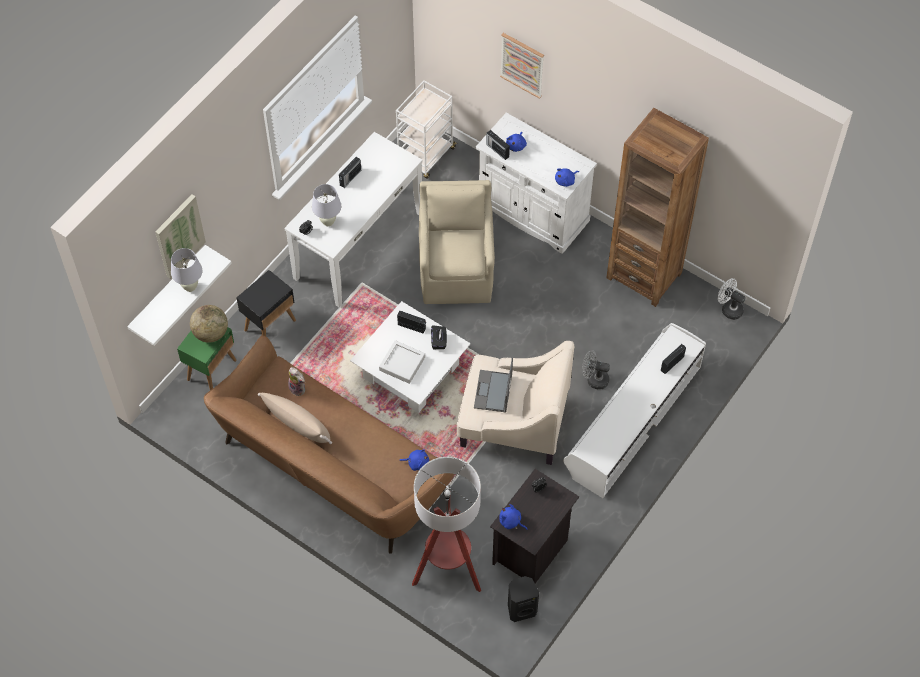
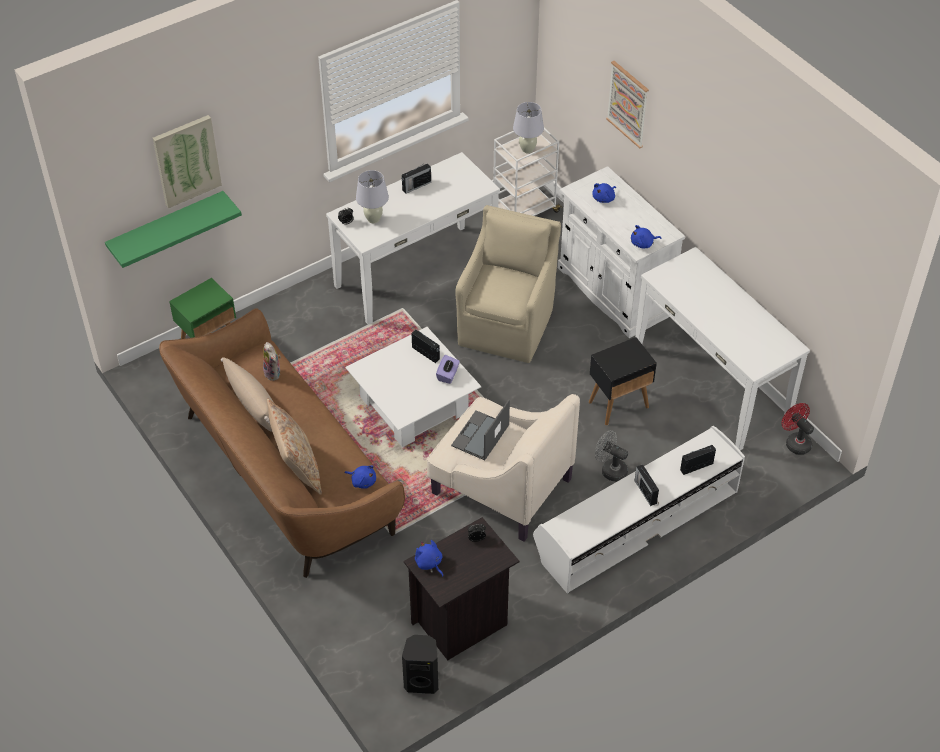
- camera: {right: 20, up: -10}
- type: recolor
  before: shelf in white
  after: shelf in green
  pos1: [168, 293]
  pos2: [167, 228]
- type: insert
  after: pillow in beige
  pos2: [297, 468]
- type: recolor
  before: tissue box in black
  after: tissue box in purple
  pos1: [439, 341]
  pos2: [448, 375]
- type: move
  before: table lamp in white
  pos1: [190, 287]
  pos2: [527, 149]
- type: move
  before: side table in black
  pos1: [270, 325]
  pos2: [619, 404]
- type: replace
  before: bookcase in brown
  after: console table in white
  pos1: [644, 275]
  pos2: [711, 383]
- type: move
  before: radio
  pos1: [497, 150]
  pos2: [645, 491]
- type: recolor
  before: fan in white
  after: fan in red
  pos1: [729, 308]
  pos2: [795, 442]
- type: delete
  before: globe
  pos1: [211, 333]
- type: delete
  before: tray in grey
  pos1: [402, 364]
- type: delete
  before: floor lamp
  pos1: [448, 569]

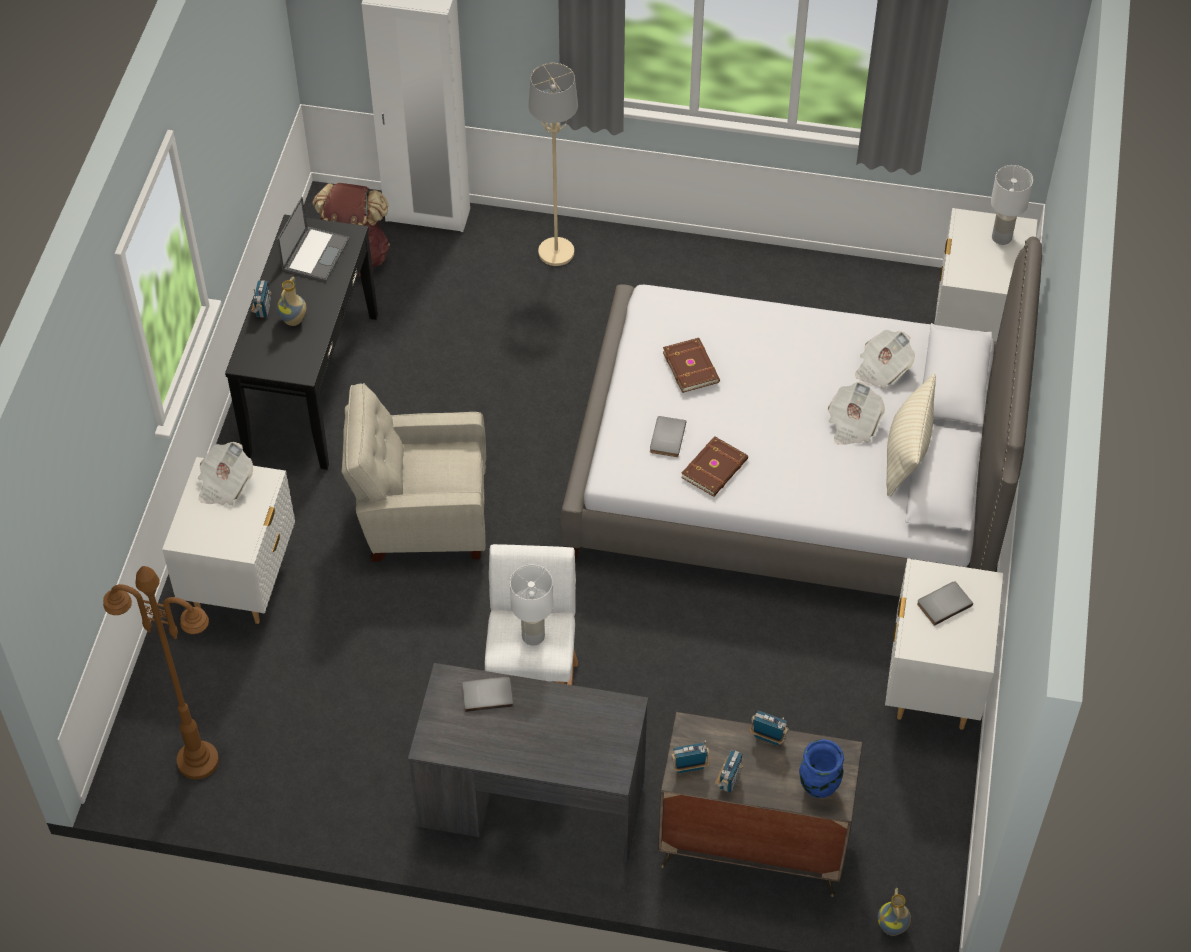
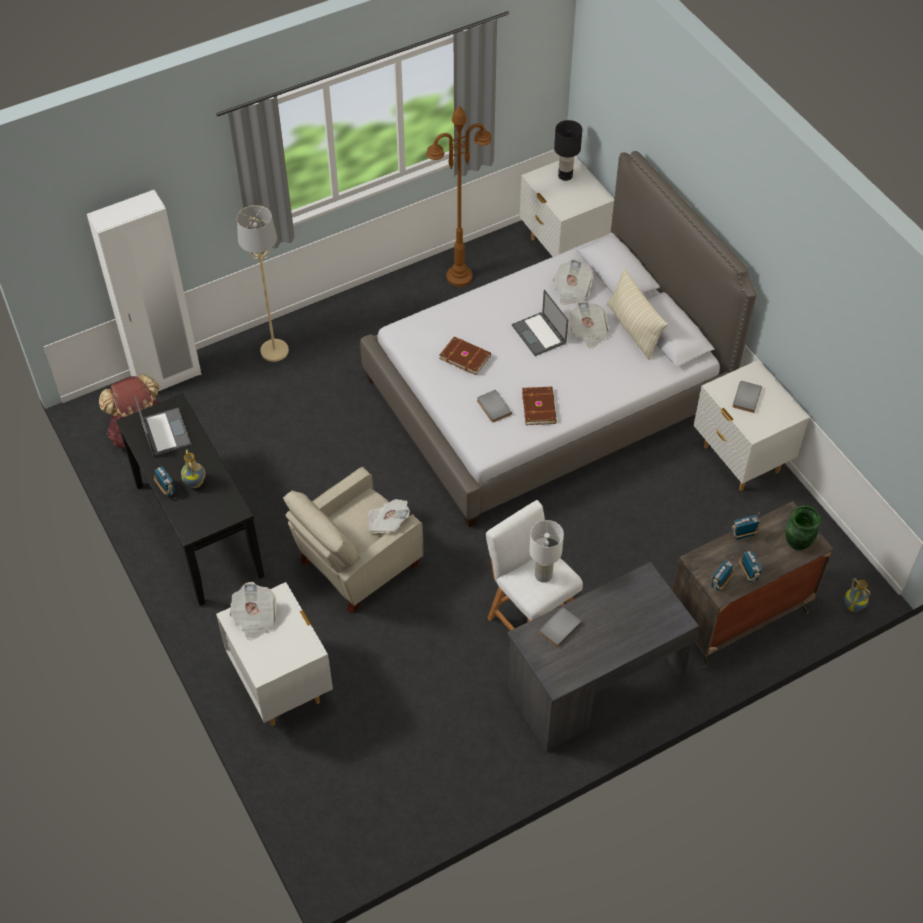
- camera: {right: -40, up: 0}
- type: insert
  after: newspaper
  pos2: [387, 523]
- type: move
  before: floor lamp in brown
  pos1: [197, 761]
  pos2: [459, 277]
- type: insert
  after: laptop
  pos2: [539, 334]
- type: recolor
  before: table lamp in white
  after: table lamp in black
  pos1: [1002, 237]
  pos2: [565, 176]
- type: recolor
  before: vase in blue
  after: vase in green
  pos1: [818, 787]
  pos2: [797, 543]

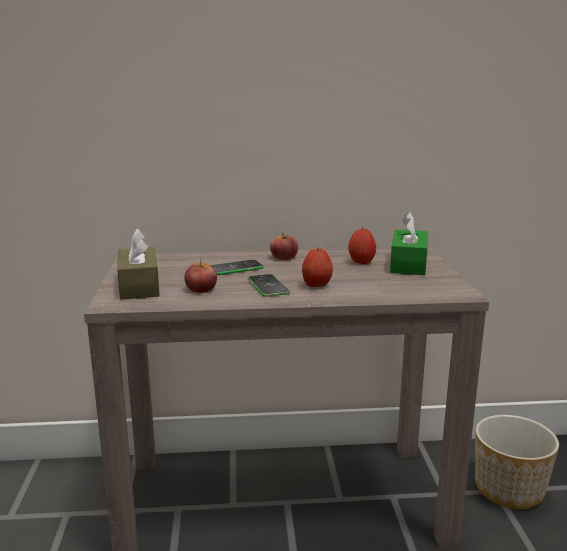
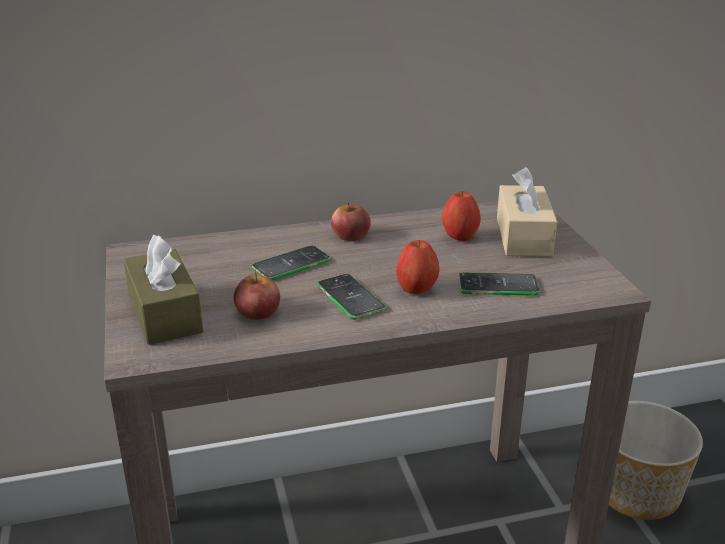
- camera: {right: -10, up: 10}
- type: insert
  after: phone
  pos2: [498, 286]
- type: recolor
  before: tissue box in green
  after: tissue box in beige
  pos1: [408, 264]
  pos2: [523, 236]

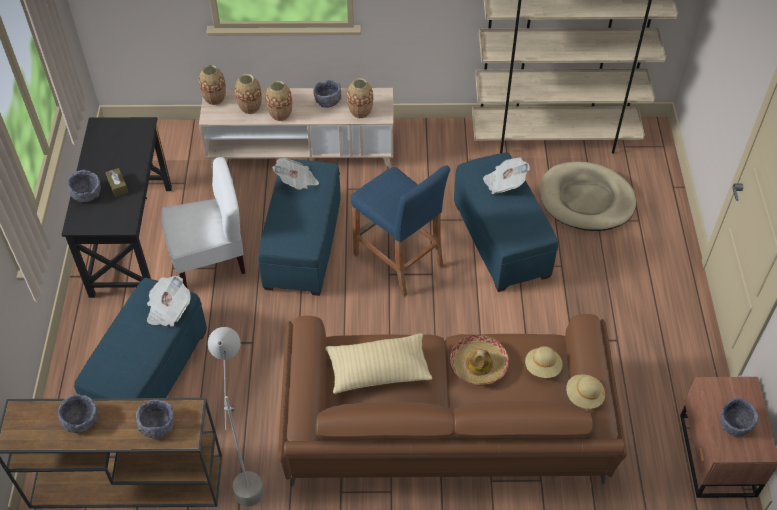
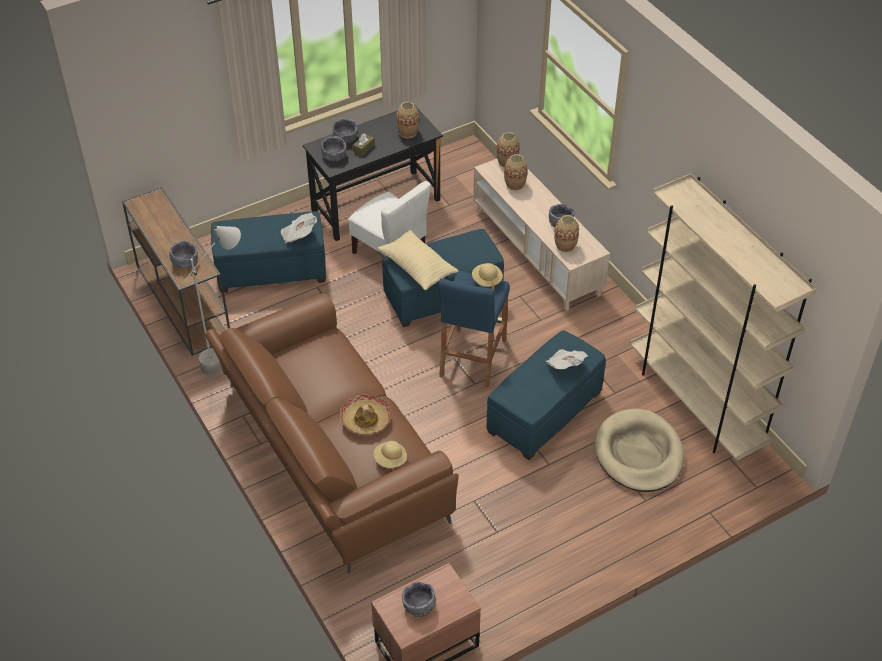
- camera: {right: 60, up: -5}
- type: move
  before: bowl in grey
  pos1: [81, 420]
  pos2: [334, 156]
- type: move
  before: pillow in beige
  pos1: [378, 370]
  pos2: [417, 267]
- type: move
  before: vase
  pos1: [280, 114]
  pos2: [408, 132]
- type: move
  before: hat in beige
  pos1: [584, 396]
  pos2: [487, 280]
- type: delete
  before: newspaper
  pos1: [297, 182]

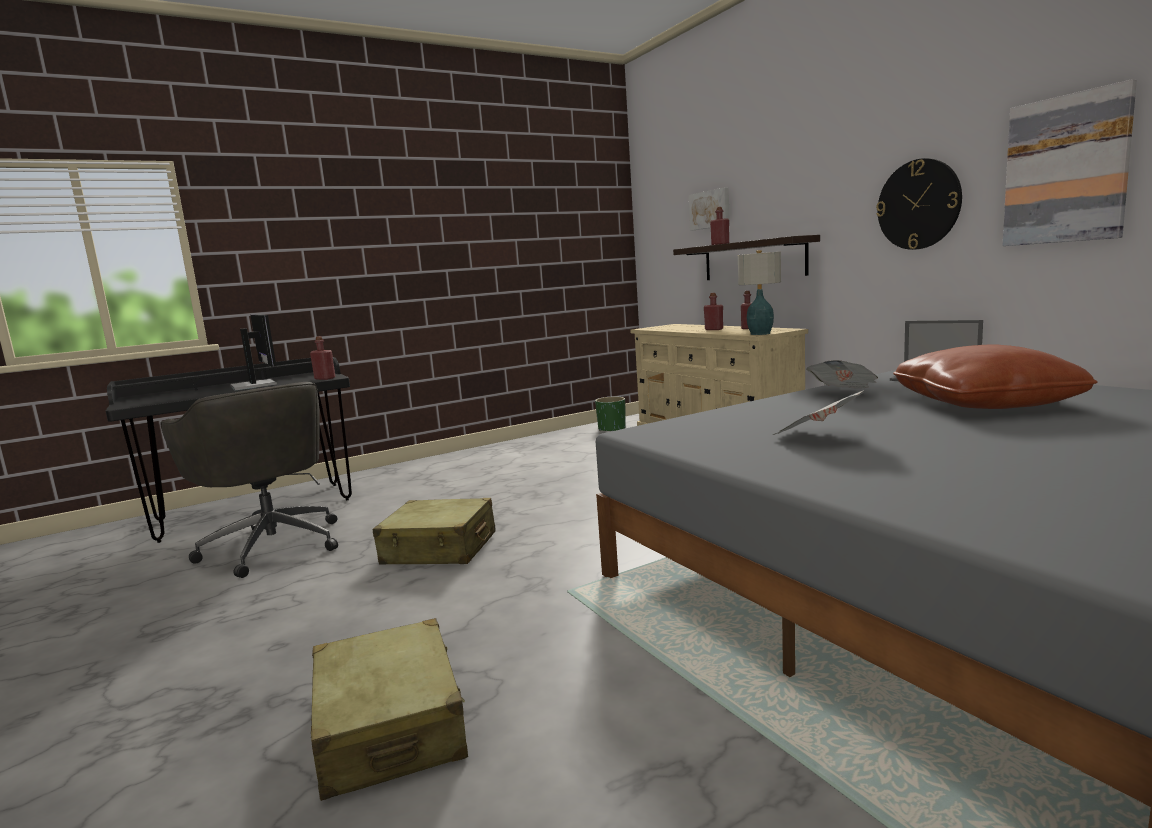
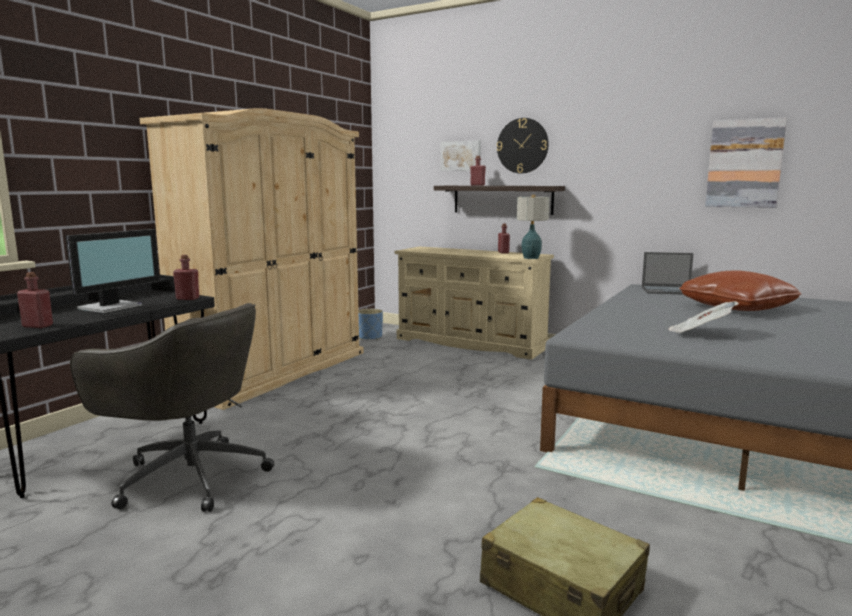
- camera: {right: -30, up: 0}
- type: move
  before: bottle in red
  pos1: [714, 329]
  pos2: [37, 326]
- type: rotate
  before: monitor
  pos1: [256, 385]
  pos2: [112, 307]
  turn: 90
- type: insert
  after: wardrobe in beige
  pos2: [274, 371]
- type: recolor
  before: planter in green
  after: planter in blue
  pos1: [612, 429]
  pos2: [370, 337]
- type: move
  before: wall clock
  pos1: [918, 204]
  pos2: [522, 145]
- type: delete
  before: suitcase in beige
  pos1: [439, 549]
- type: delete
  before: newspaper
  pos1: [843, 394]

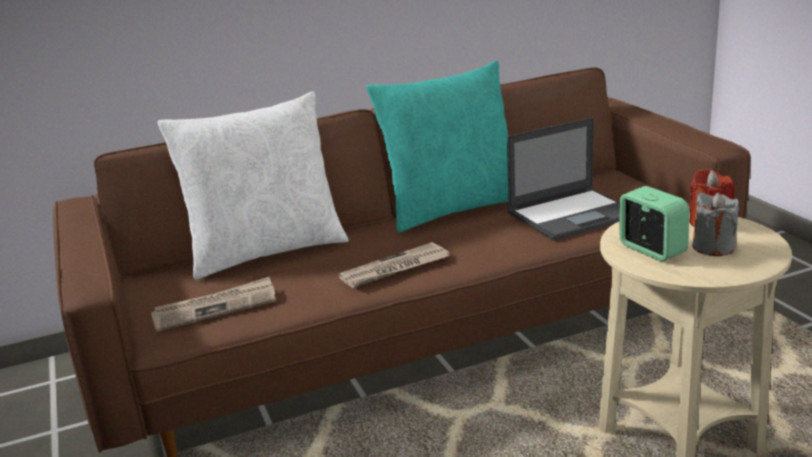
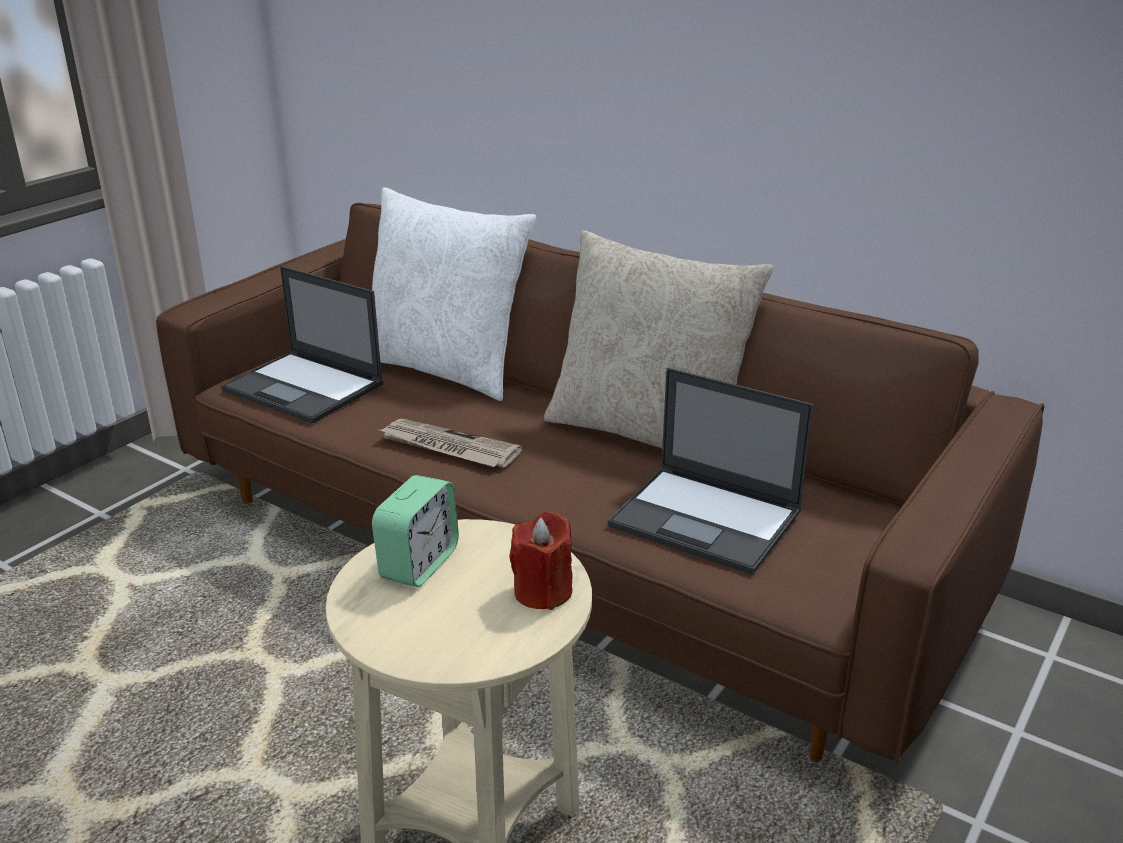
- camera: {right: 55, up: 5}
- type: replace
  before: newspaper
  after: laptop
  pos1: [215, 307]
  pos2: [305, 388]
- type: recolor
  before: pillow in turquoise
  after: pillow in beige
  pos1: [452, 208]
  pos2: [647, 432]
- type: delete
  before: candle in grey
  pos1: [713, 247]

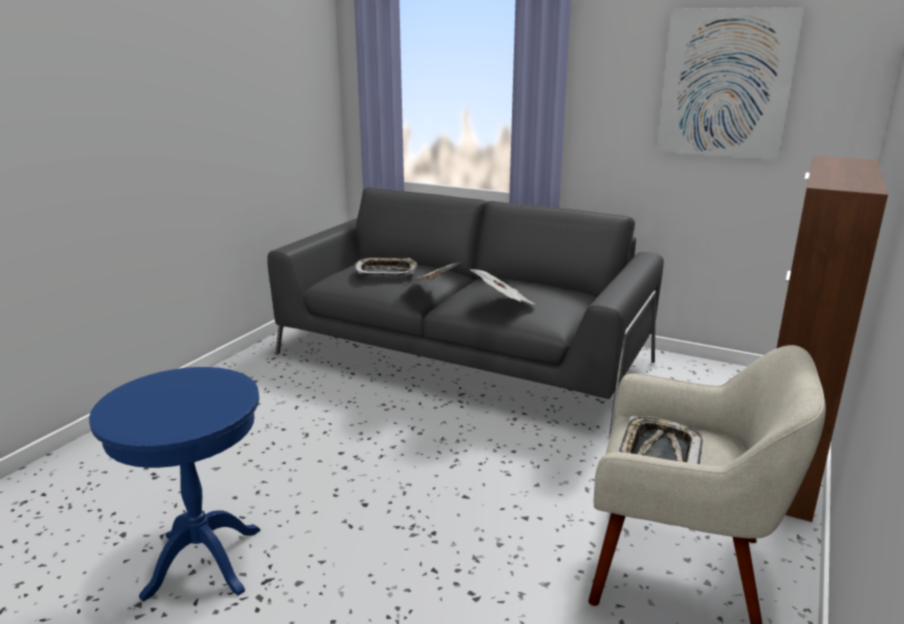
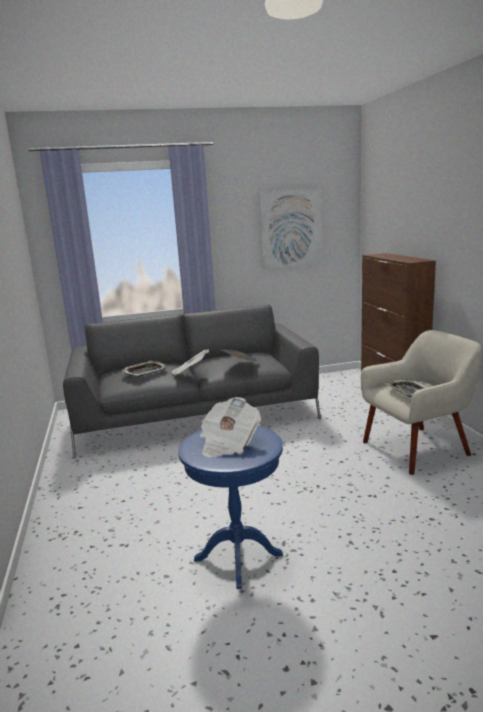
- camera: {right: -40, up: -5}
- type: insert
  after: newspaper
  pos2: [228, 443]

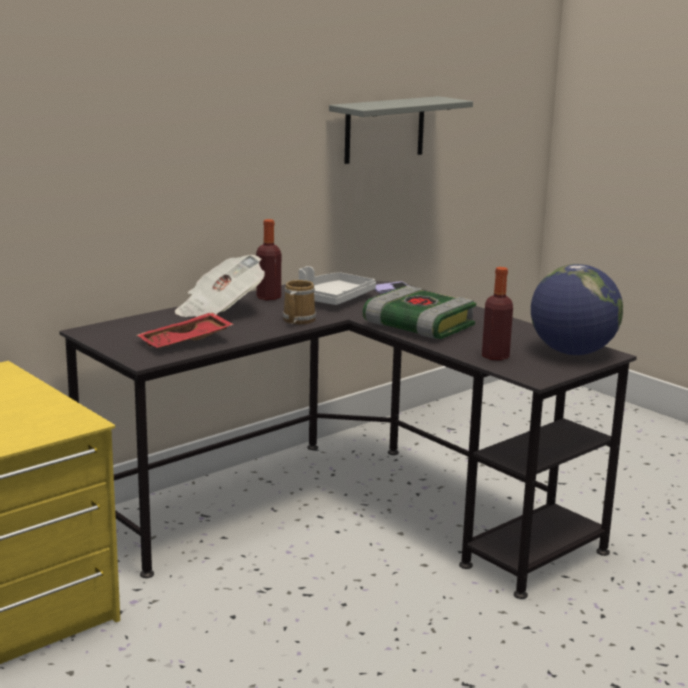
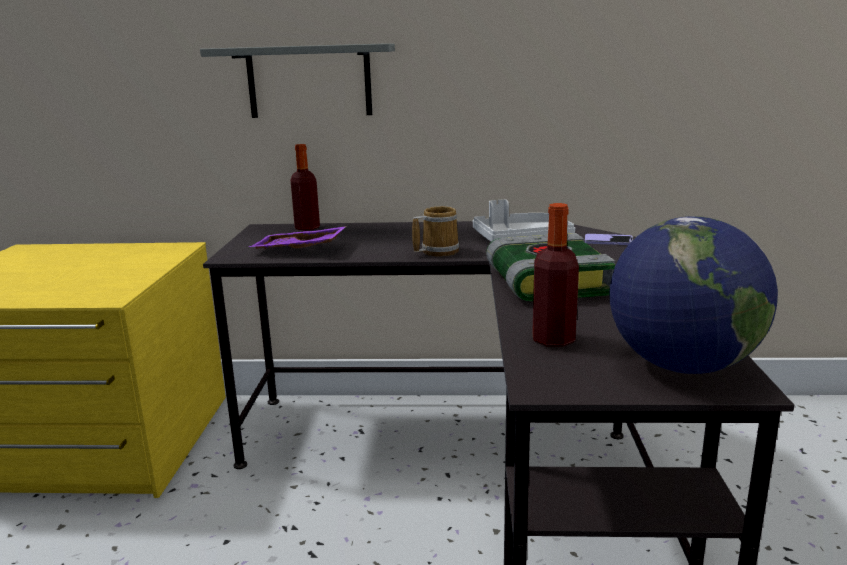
- camera: {right: 45, up: 0}
- type: move
  before: shelf in grey
  pos1: [384, 129]
  pos2: [309, 81]
- type: recolor
  before: tray in red
  after: tray in purple
  pos1: [186, 342]
  pos2: [299, 250]
- type: move
  before: bottle
  pos1: [268, 297]
  pos2: [307, 228]
- type: delete
  before: newspaper
  pos1: [219, 310]

